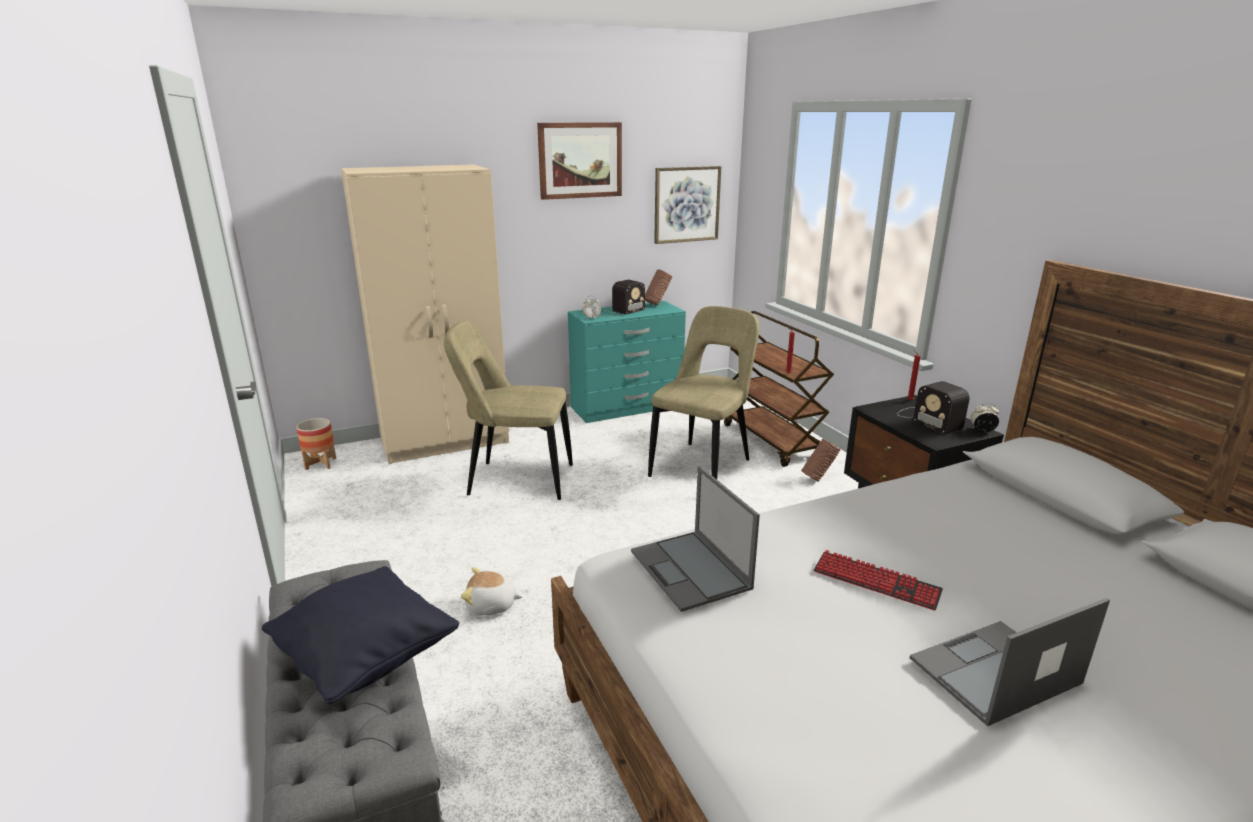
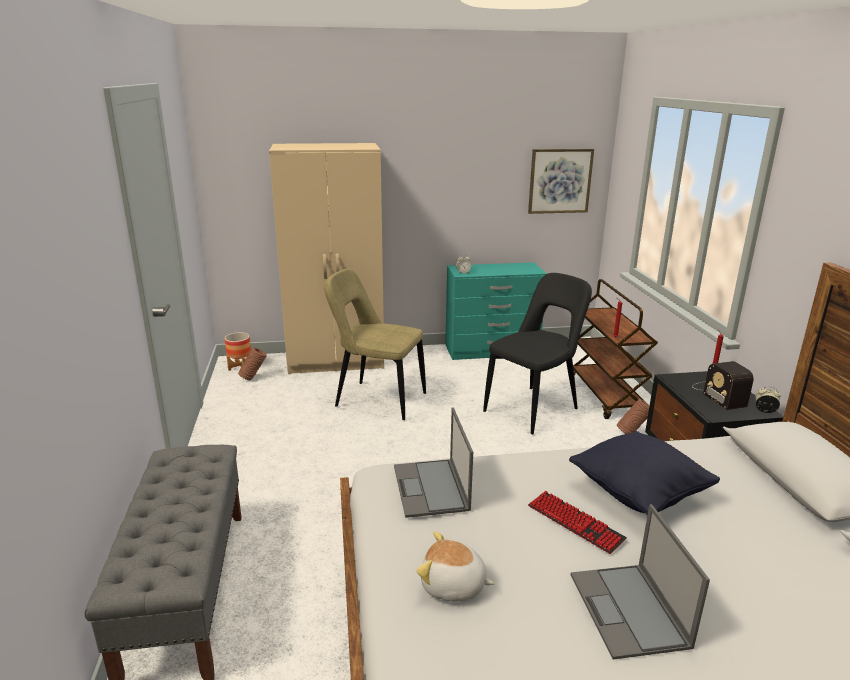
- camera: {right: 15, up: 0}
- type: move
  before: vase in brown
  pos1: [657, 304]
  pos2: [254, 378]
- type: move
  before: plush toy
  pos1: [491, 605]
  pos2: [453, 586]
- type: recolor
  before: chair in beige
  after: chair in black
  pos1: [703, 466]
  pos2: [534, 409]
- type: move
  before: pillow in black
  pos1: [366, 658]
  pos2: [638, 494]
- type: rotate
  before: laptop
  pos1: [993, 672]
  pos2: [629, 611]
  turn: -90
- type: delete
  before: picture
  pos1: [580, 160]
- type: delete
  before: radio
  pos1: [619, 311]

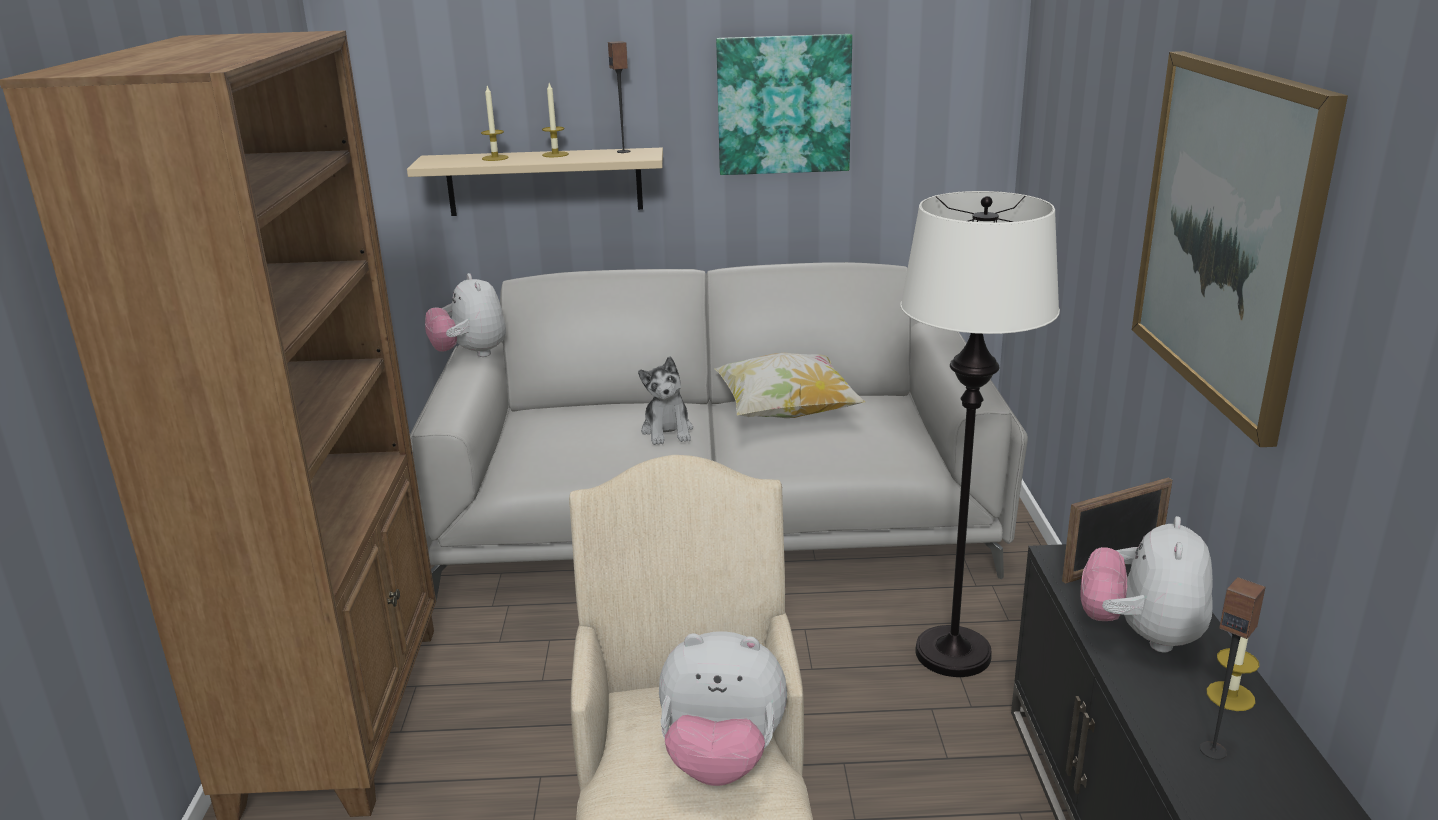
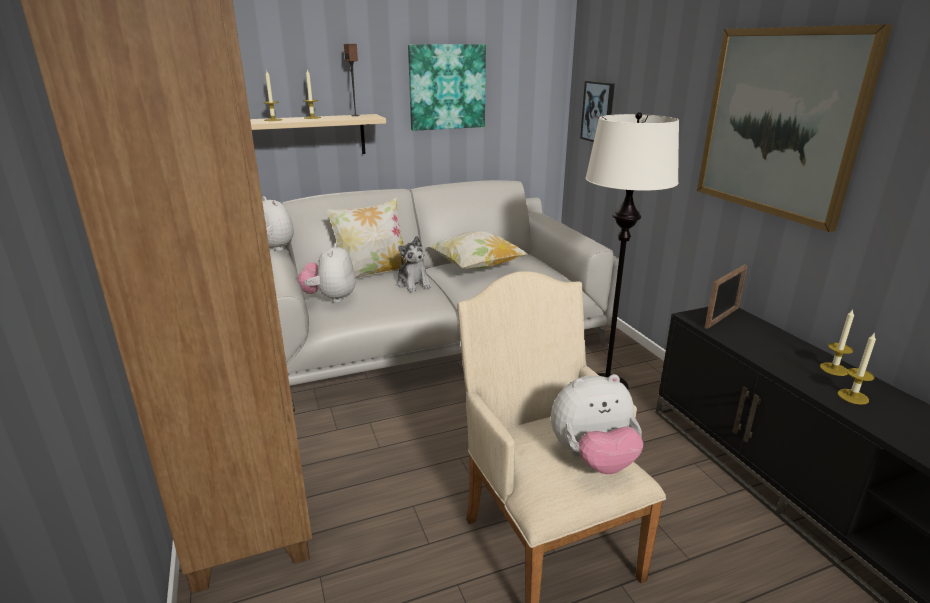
- camera: {right: -20, up: 0}
- type: move
  before: plush toy
  pos1: [1141, 635]
  pos2: [330, 298]
- type: insert
  after: pillow
  pos2: [373, 273]
- type: insert
  after: picture
  pos2: [598, 112]
- type: replace
  before: speaker
  after: candle
  pos1: [1213, 750]
  pos2: [853, 396]

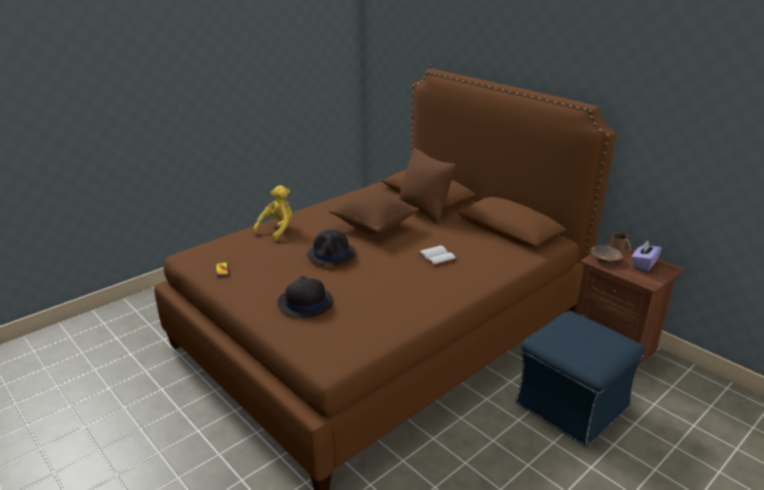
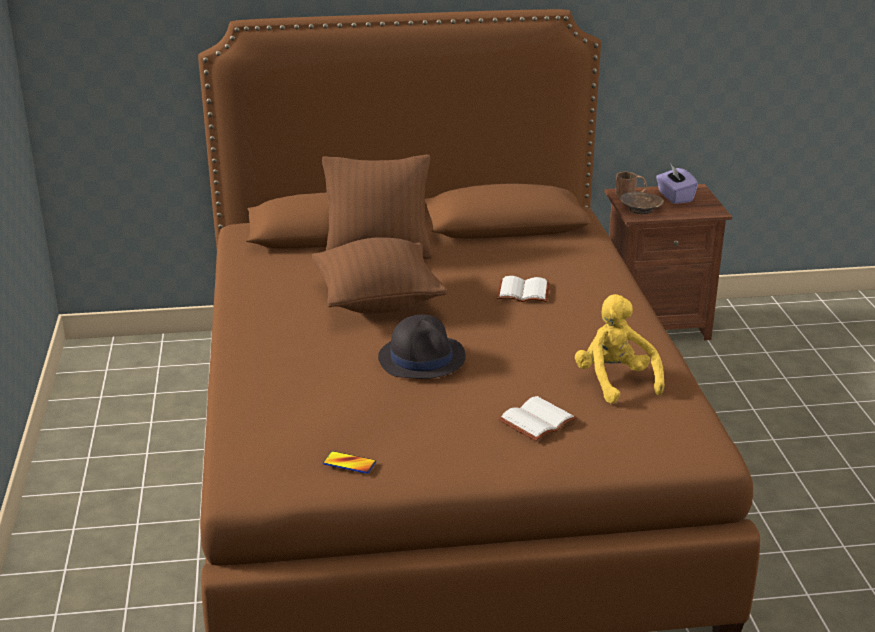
- camera: {right: -55, up: 0}
- type: replace
  before: hat in black
  after: book in white
  pos1: [305, 303]
  pos2: [538, 422]
- type: move
  before: plush toy in yellow
  pos1: [277, 229]
  pos2: [615, 381]
- type: delete
  before: ottoman in blue
  pos1: [570, 405]

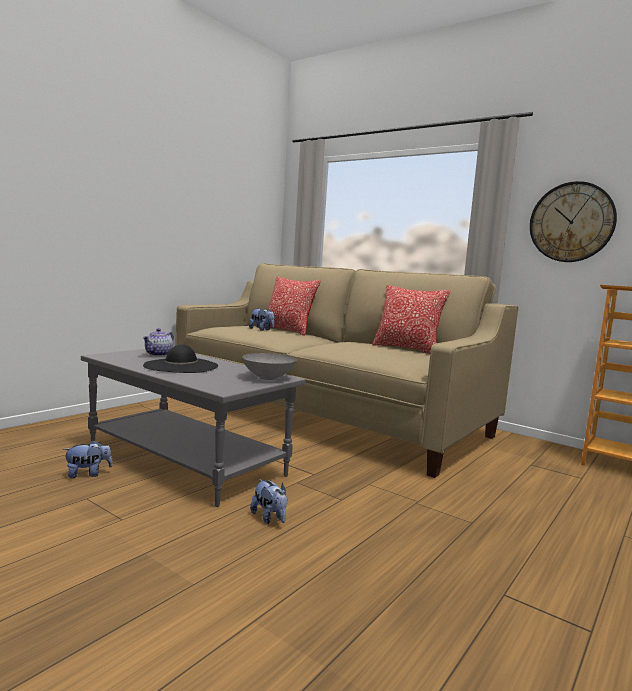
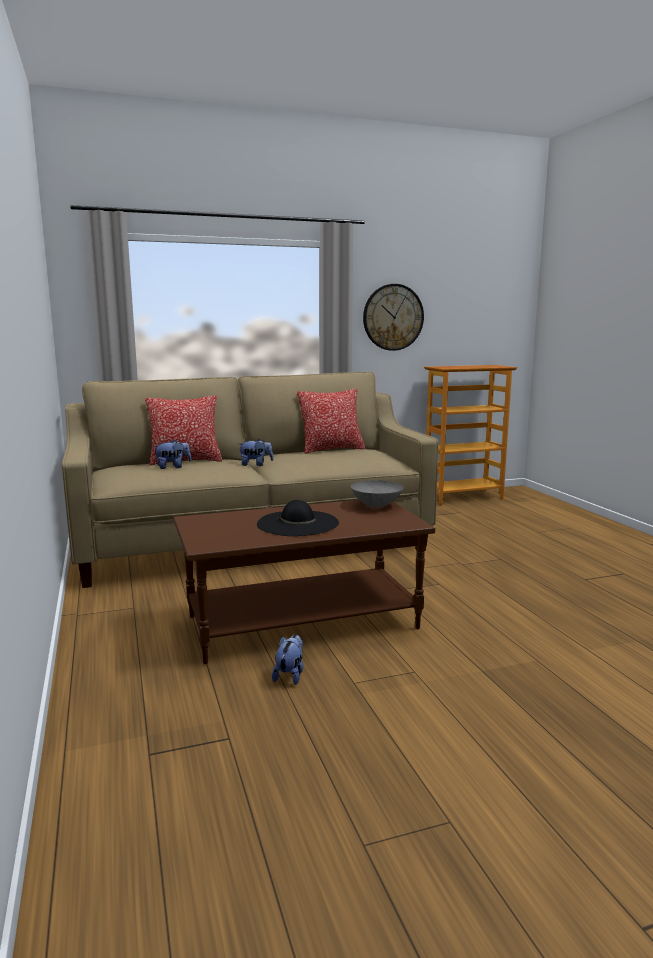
- camera: {right: -55, up: 5}
- type: recolor
  before: coffee table in grey
  after: coffee table in brown
  pos1: [187, 460]
  pos2: [303, 622]
- type: move
  before: plush toy
  pos1: [270, 518]
  pos2: [256, 465]
- type: delete
  before: teapot
  pos1: [158, 354]

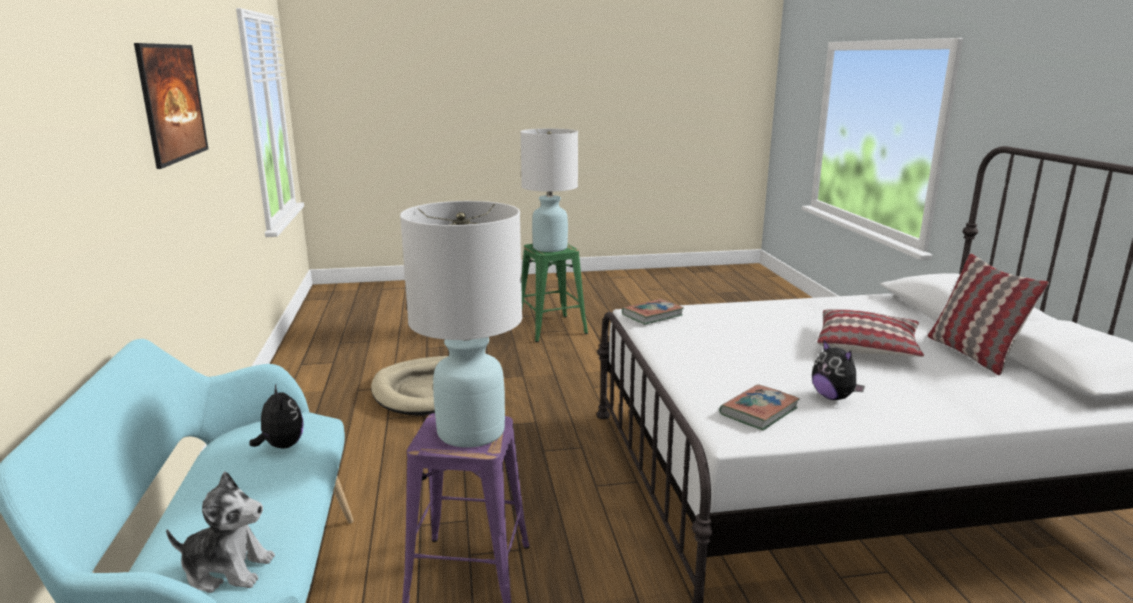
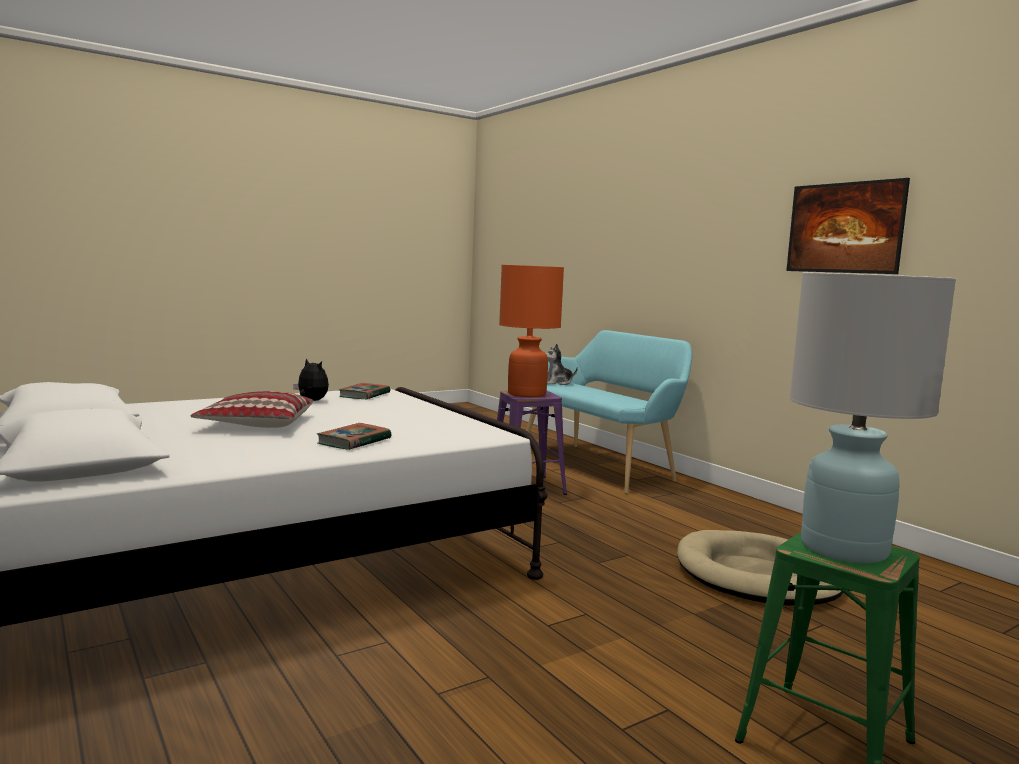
- camera: {right: 155, up: -10}
- type: move
  before: book
  pos1: [652, 315]
  pos2: [354, 441]
- type: recolor
  before: table lamp in white
  after: table lamp in orange
  pos1: [471, 431]
  pos2: [526, 394]
- type: delete
  before: plush toy
  pos1: [281, 446]
- type: delete
  before: pillow
  pos1: [972, 354]

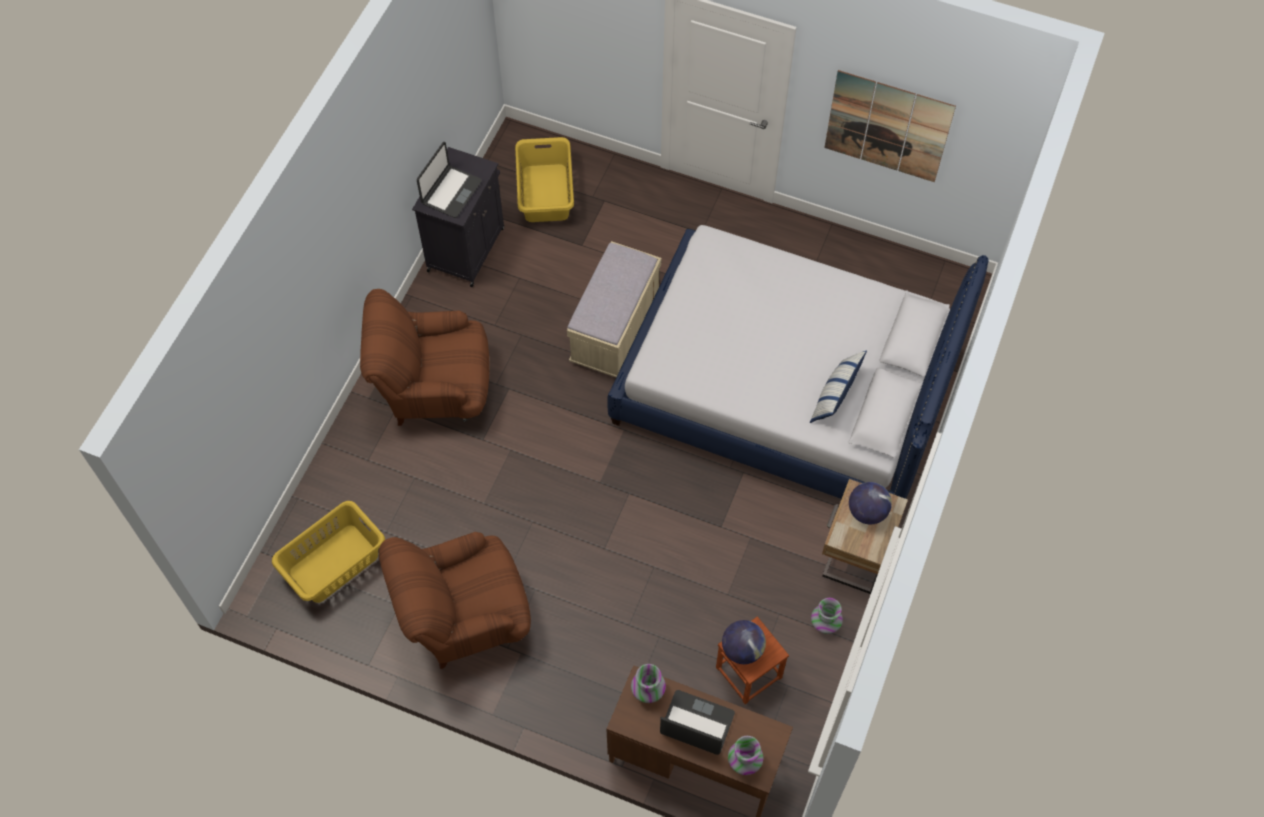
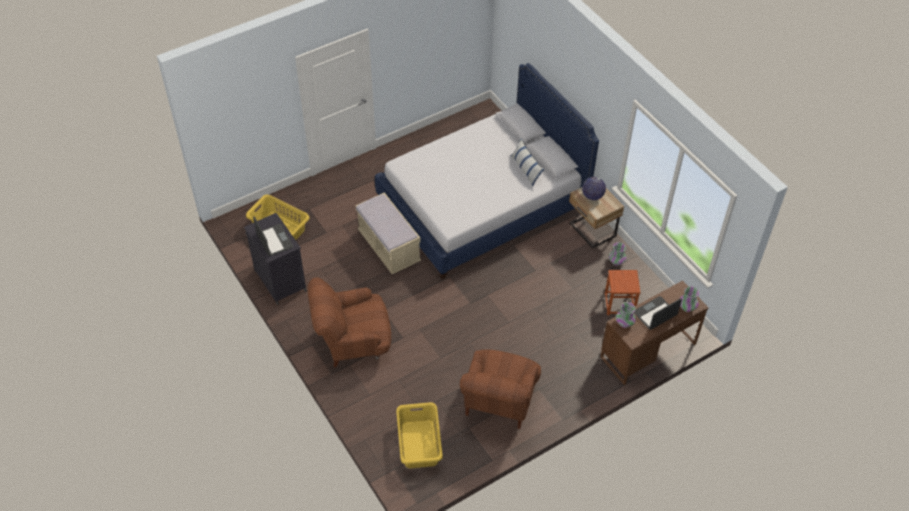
- camera: {right: -55, up: -10}
- type: rotate
  before: armchair in brown
  pos1: [434, 388]
  pos2: [353, 341]
  turn: 45
- type: delete
  before: globe
  pos1: [742, 649]
- type: delete
  before: picture
  pos1: [888, 126]

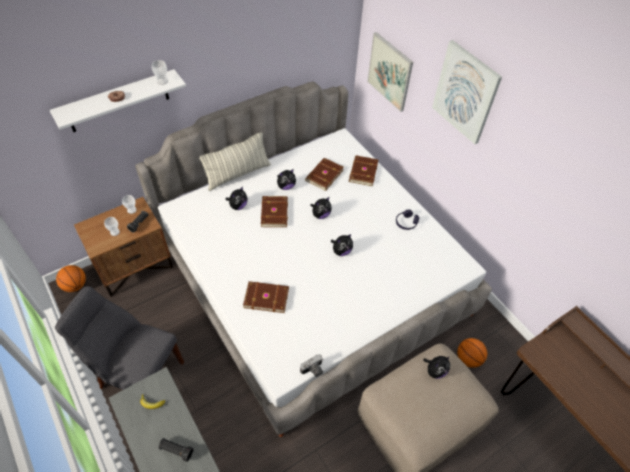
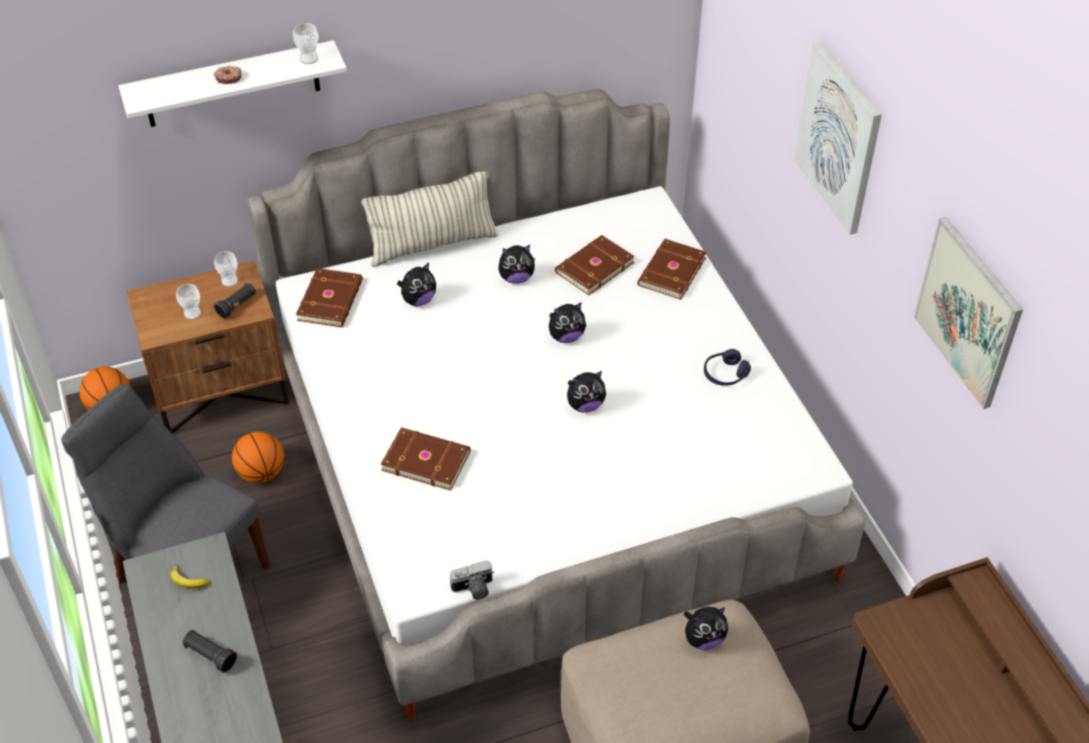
- camera: {right: 15, up: -5}
- type: move
  before: basketball
  pos1: [468, 358]
  pos2: [261, 473]
- type: move
  before: book in brown
  pos1: [275, 212]
  pos2: [331, 300]
- type: move
  before: picture
  pos1: [390, 72]
  pos2: [968, 312]

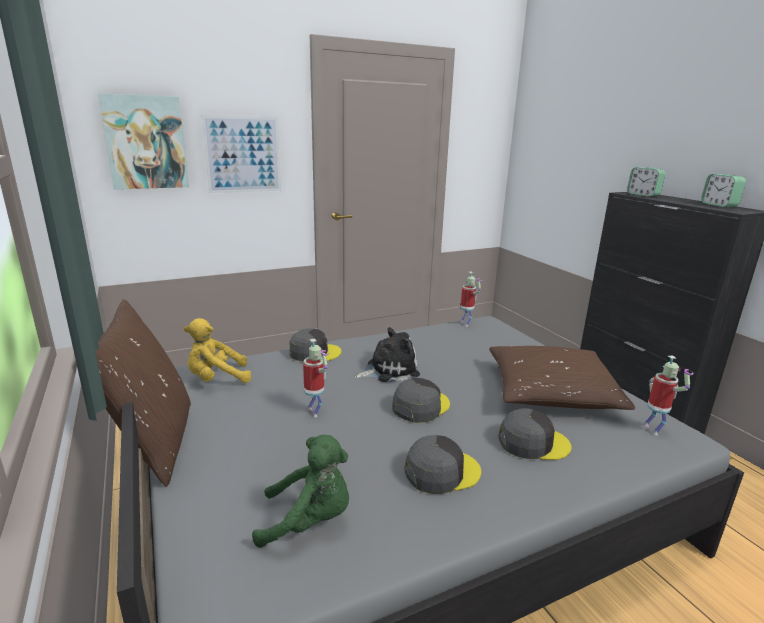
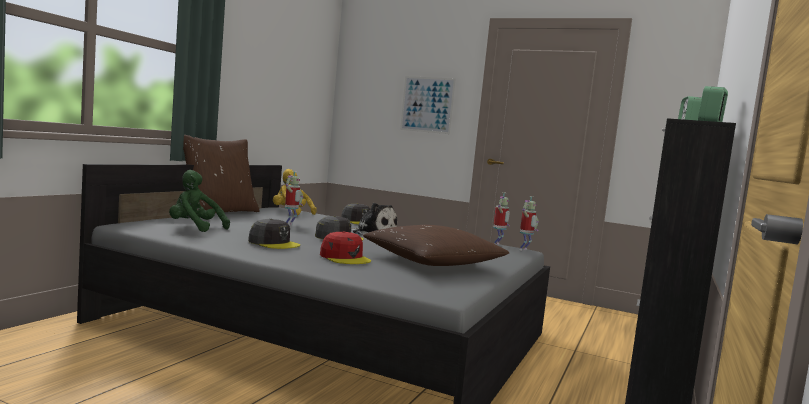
- camera: {right: 50, up: -15}
- type: rotate
  before: plush toy in green
  pos1: [309, 521]
  pos2: [195, 228]
  turn: 150
- type: recolor
  before: cap in grey
  after: cap in red
  pos1: [532, 442]
  pos2: [345, 258]
- type: move
  before: toy robot
  pos1: [653, 430]
  pos2: [524, 250]
- type: delete
  before: picture
  pos1: [146, 142]

